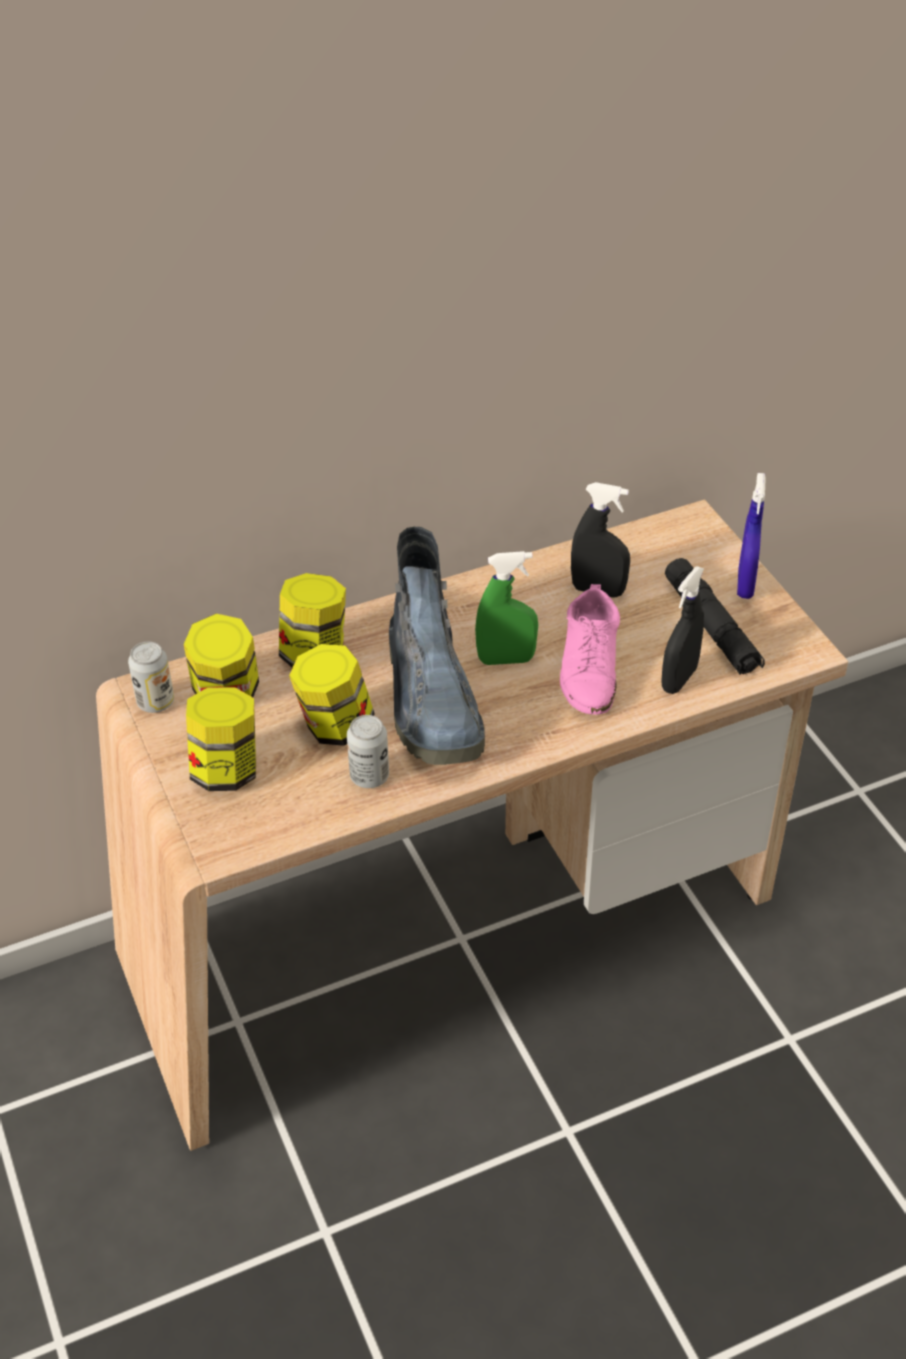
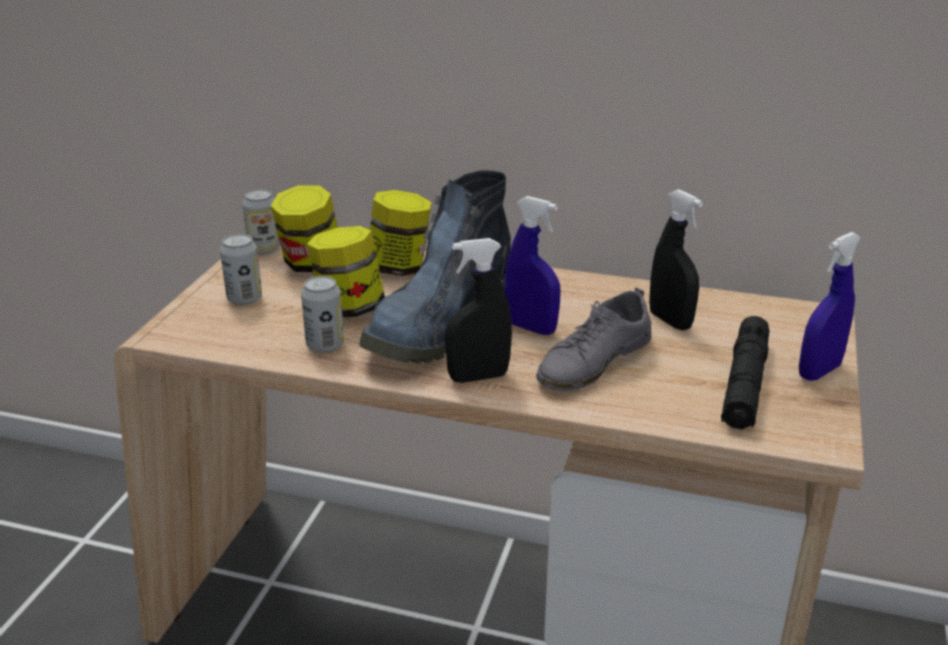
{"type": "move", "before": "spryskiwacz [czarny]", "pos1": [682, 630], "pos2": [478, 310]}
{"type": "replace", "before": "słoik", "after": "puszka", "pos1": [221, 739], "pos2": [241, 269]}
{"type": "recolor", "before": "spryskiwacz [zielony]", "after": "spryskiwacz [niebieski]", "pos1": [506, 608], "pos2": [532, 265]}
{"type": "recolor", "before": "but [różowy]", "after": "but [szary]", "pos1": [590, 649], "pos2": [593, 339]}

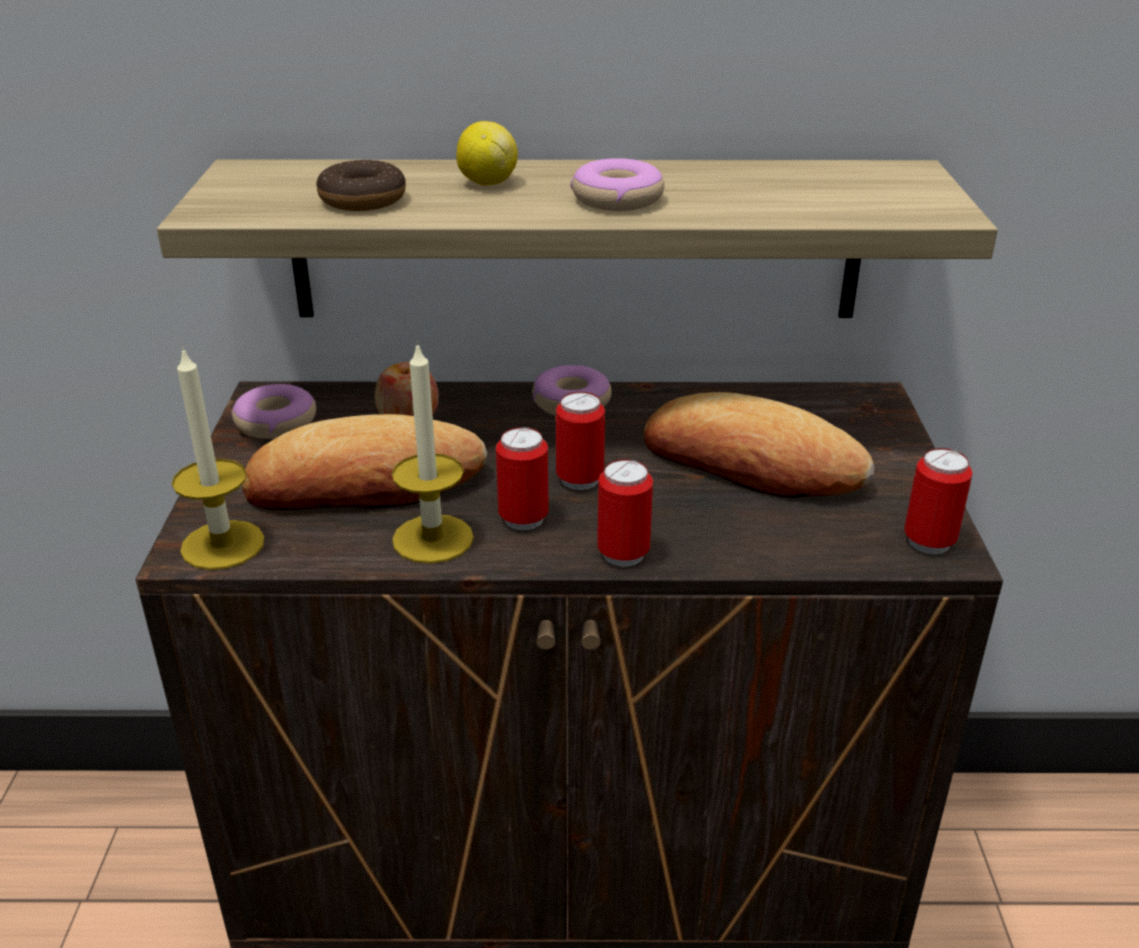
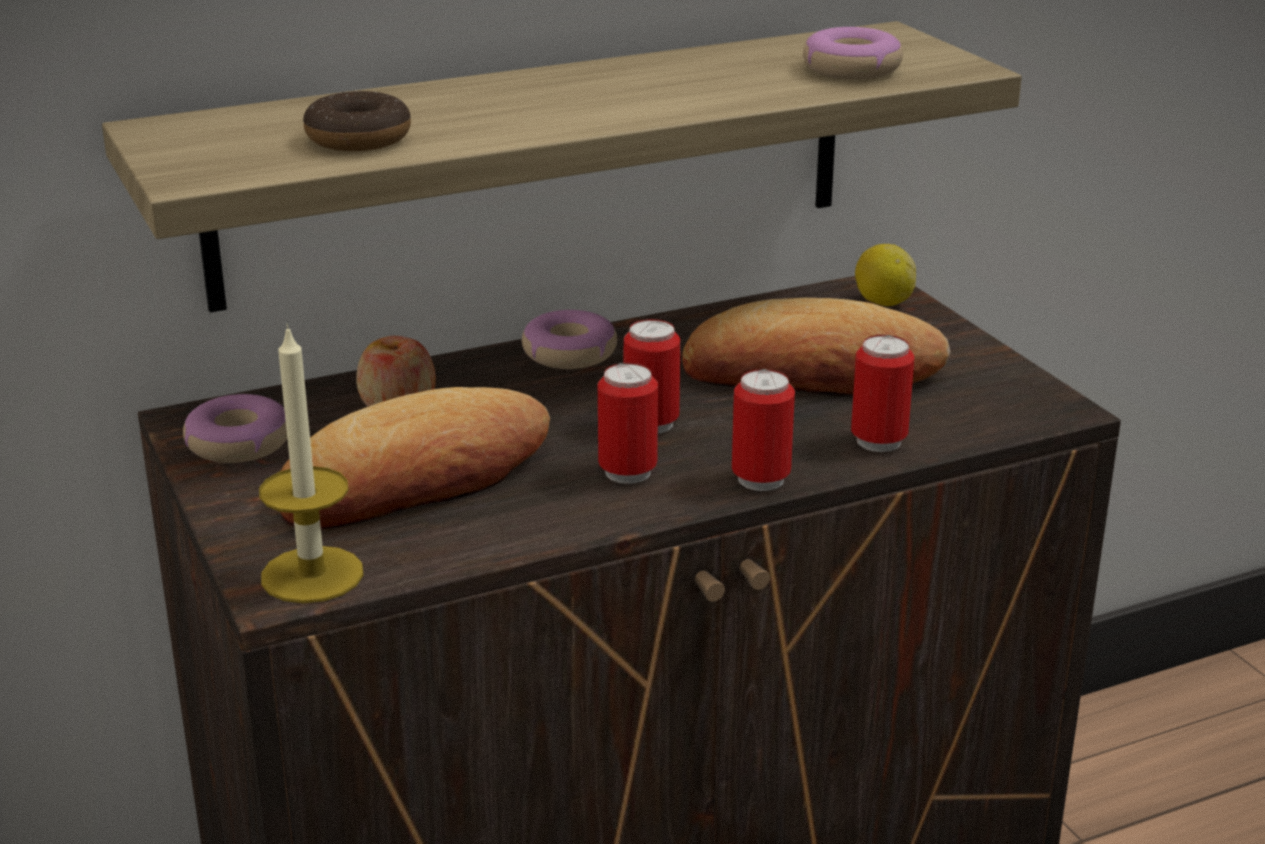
{"type": "delete", "before": "świeca", "pos1": [433, 452]}
{"type": "move", "before": "cytryna", "pos1": [487, 153], "pos2": [885, 275]}
{"type": "move", "before": "donut", "pos1": [617, 184], "pos2": [853, 53]}
{"type": "move", "before": "puszka", "pos1": [938, 501], "pos2": [883, 393]}

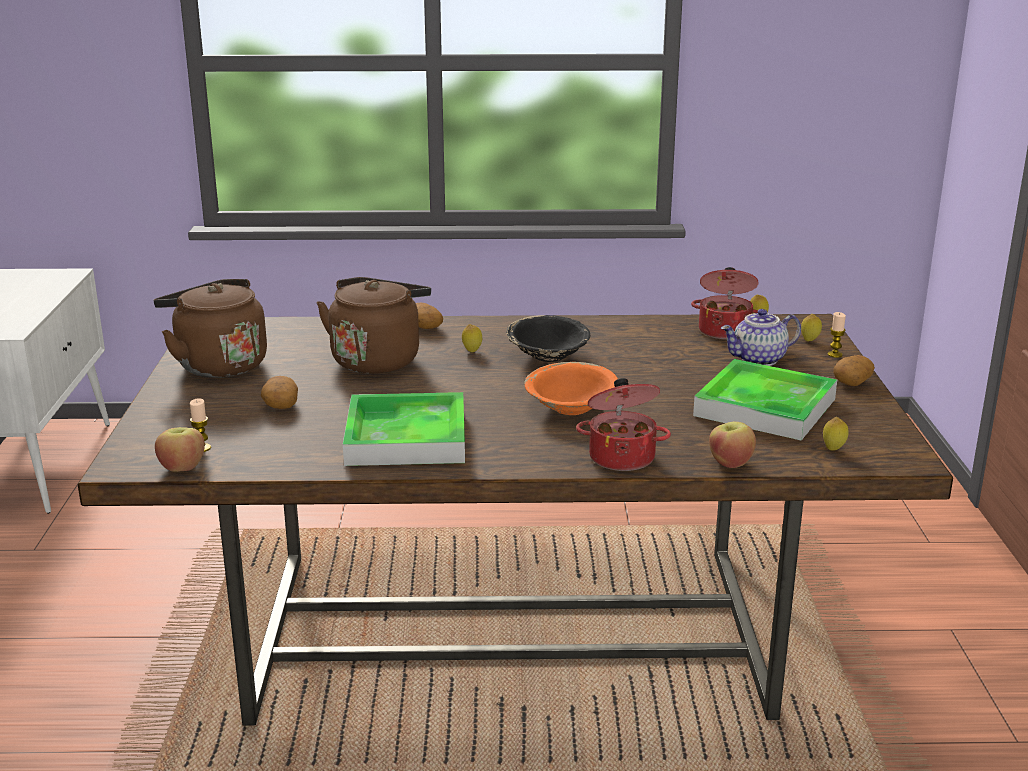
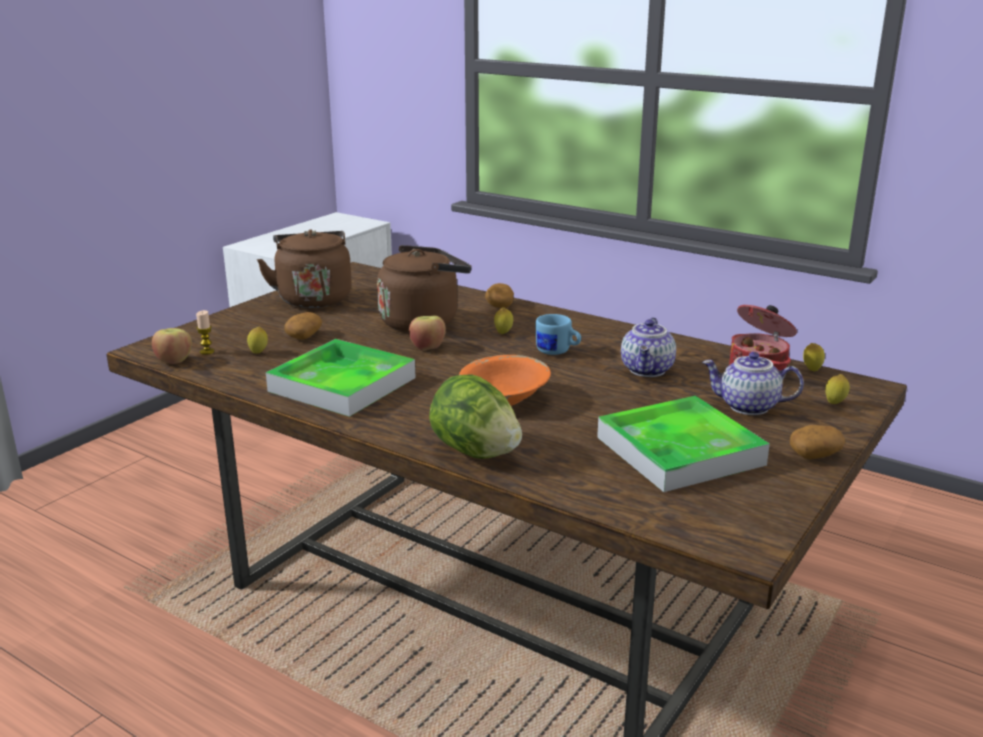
{"type": "delete", "before": "świeca", "pos1": [837, 335]}
{"type": "insert", "after": "imbryk", "pos2": [648, 347]}
{"type": "move", "before": "jabłko", "pos1": [732, 445], "pos2": [427, 333]}
{"type": "move", "before": "cytryna", "pos1": [836, 434], "pos2": [257, 340]}
{"type": "replace", "before": "miska [czarny]", "after": "kubek [niebieski]", "pos1": [548, 338], "pos2": [558, 334]}
{"type": "replace", "before": "garnek", "after": "sałata", "pos1": [623, 424], "pos2": [475, 417]}

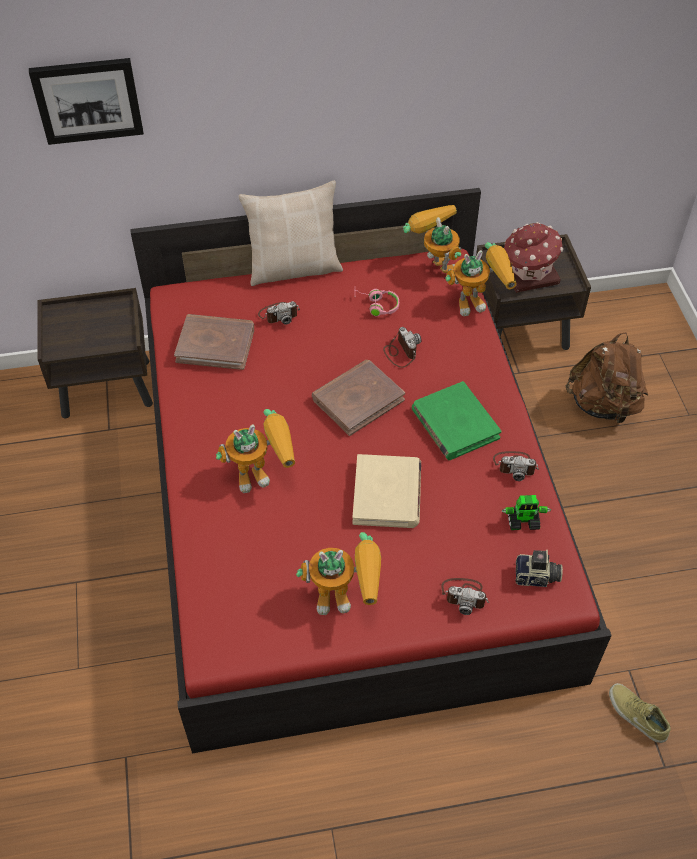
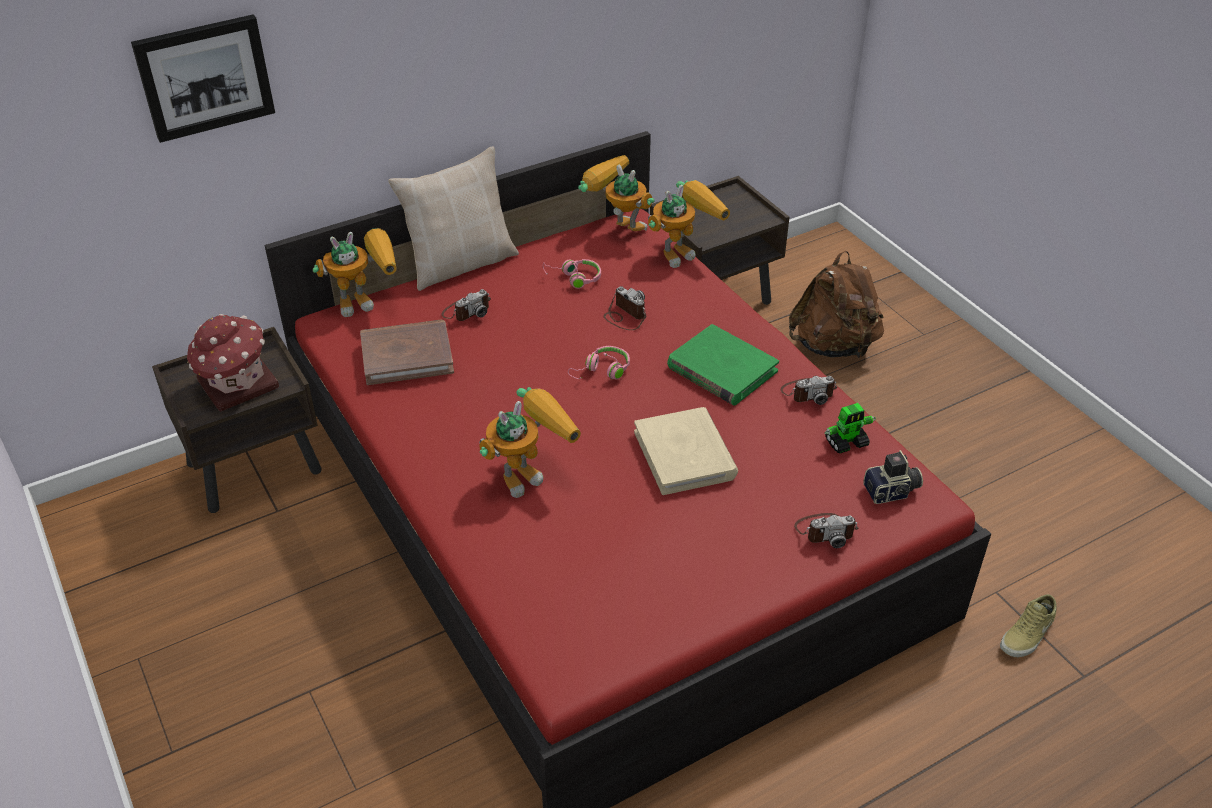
{"type": "move", "before": "robot zabawkowy", "pos1": [338, 573], "pos2": [355, 272]}
{"type": "move", "before": "domek", "pos1": [533, 257], "pos2": [233, 363]}
{"type": "replace", "before": "książka [brązowy]", "after": "słuchawki [różowy]", "pos1": [358, 398], "pos2": [599, 363]}
{"type": "rotate", "before": "but [beżowy]", "pos1": [640, 713], "pos2": [1028, 625], "turn": -75}

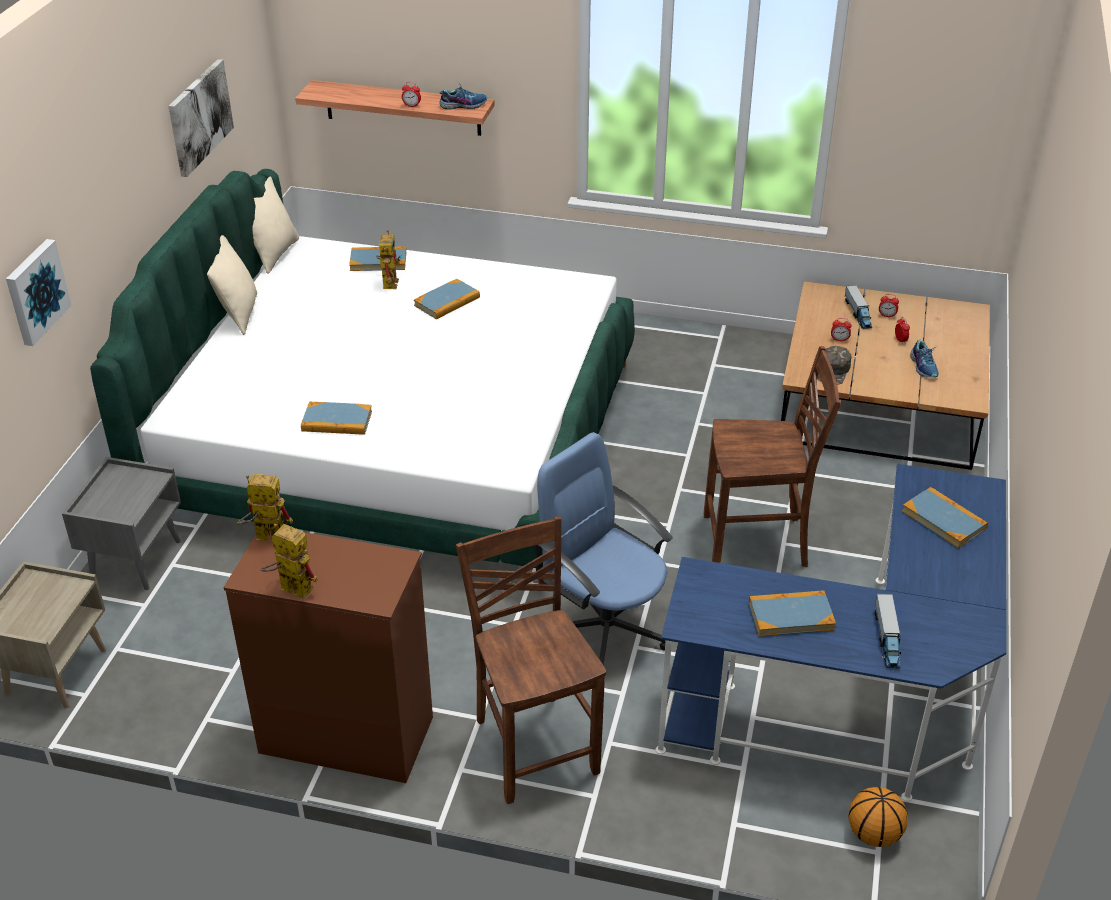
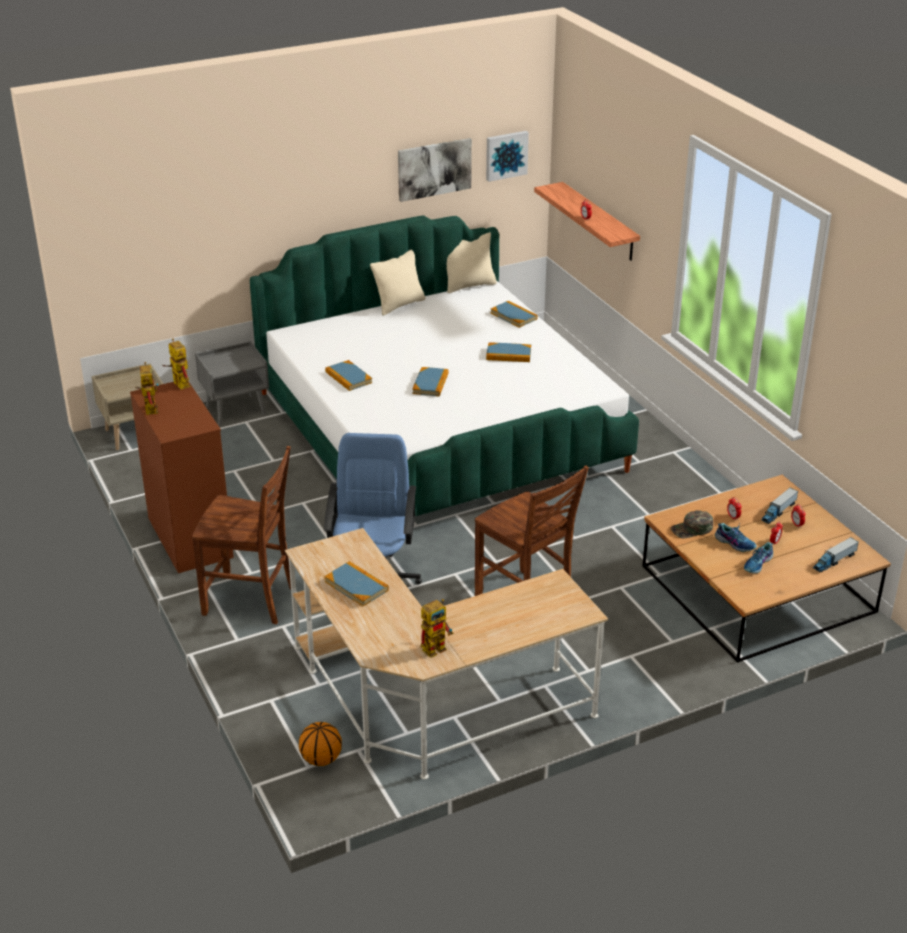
{"type": "move", "before": "obraz", "pos1": [38, 292], "pos2": [507, 156]}
{"type": "move", "before": "robot zabawkowy", "pos1": [388, 259], "pos2": [437, 628]}
{"type": "move", "before": "but", "pos1": [463, 96], "pos2": [736, 537]}
{"type": "move", "before": "ciężarówka zabawkowa", "pos1": [888, 631], "pos2": [836, 554]}
{"type": "move", "before": "książka", "pos1": [945, 517], "pos2": [430, 382]}
{"type": "recolor", "before": "biurko [niebieski]", "after": "biurko [beżowy]", "pos1": [831, 633], "pos2": [446, 653]}
{"type": "rotate", "before": "krzesło [brązowy]", "pos1": [531, 660], "pos2": [241, 535], "turn": 75}

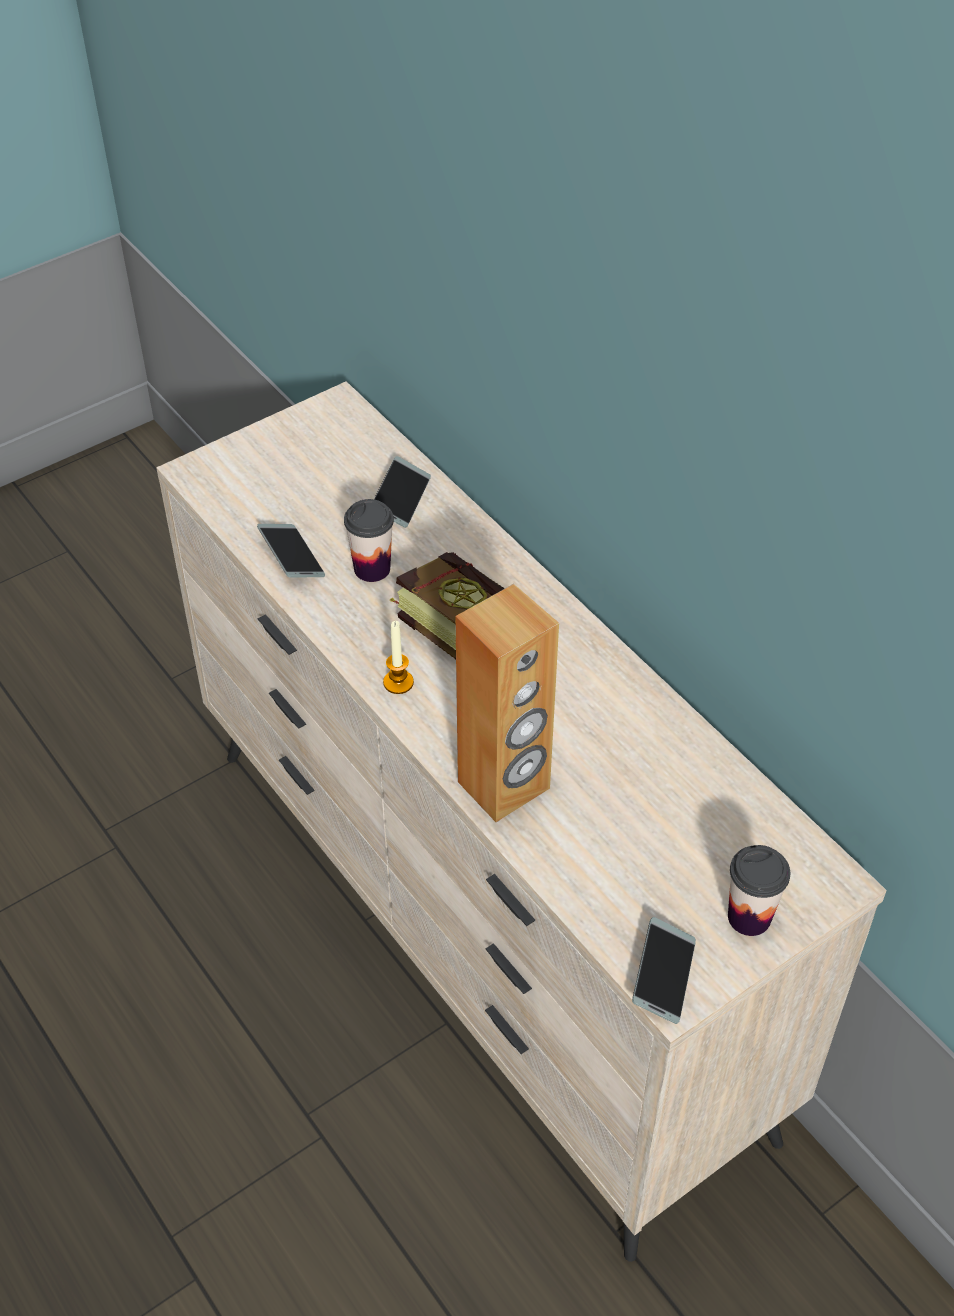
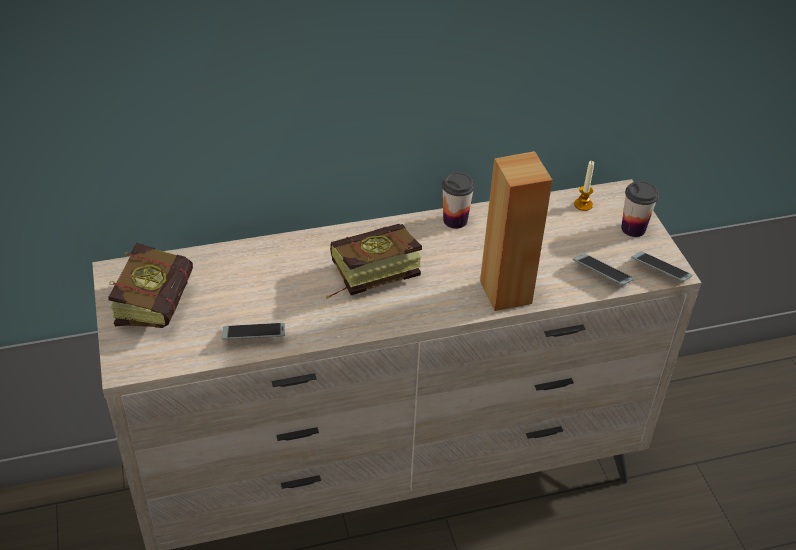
{"type": "insert", "after": "książka", "pos2": [150, 285]}
{"type": "move", "before": "filiżanka", "pos1": [369, 540], "pos2": [458, 200]}
{"type": "move", "before": "telefon", "pos1": [402, 492], "pos2": [603, 269]}
{"type": "move", "before": "świeca", "pos1": [398, 657], "pos2": [584, 186]}

